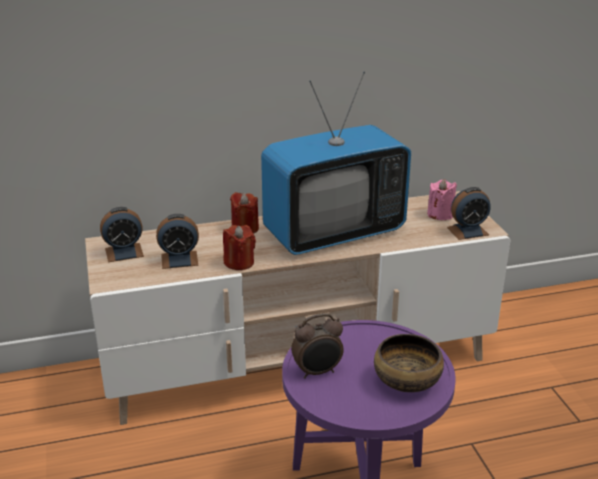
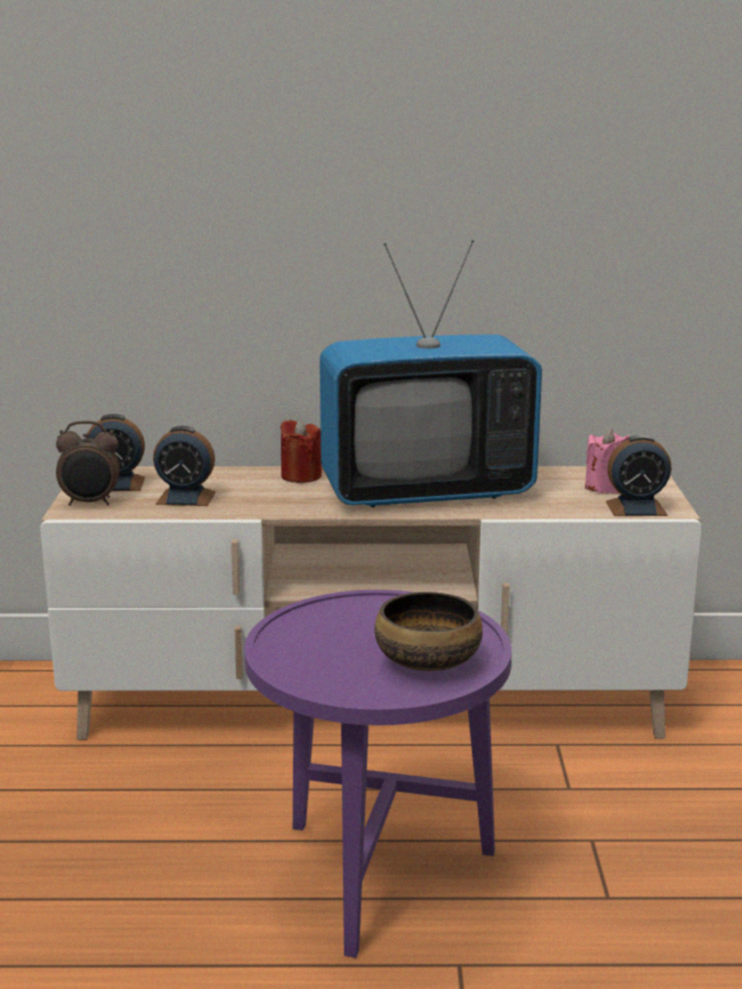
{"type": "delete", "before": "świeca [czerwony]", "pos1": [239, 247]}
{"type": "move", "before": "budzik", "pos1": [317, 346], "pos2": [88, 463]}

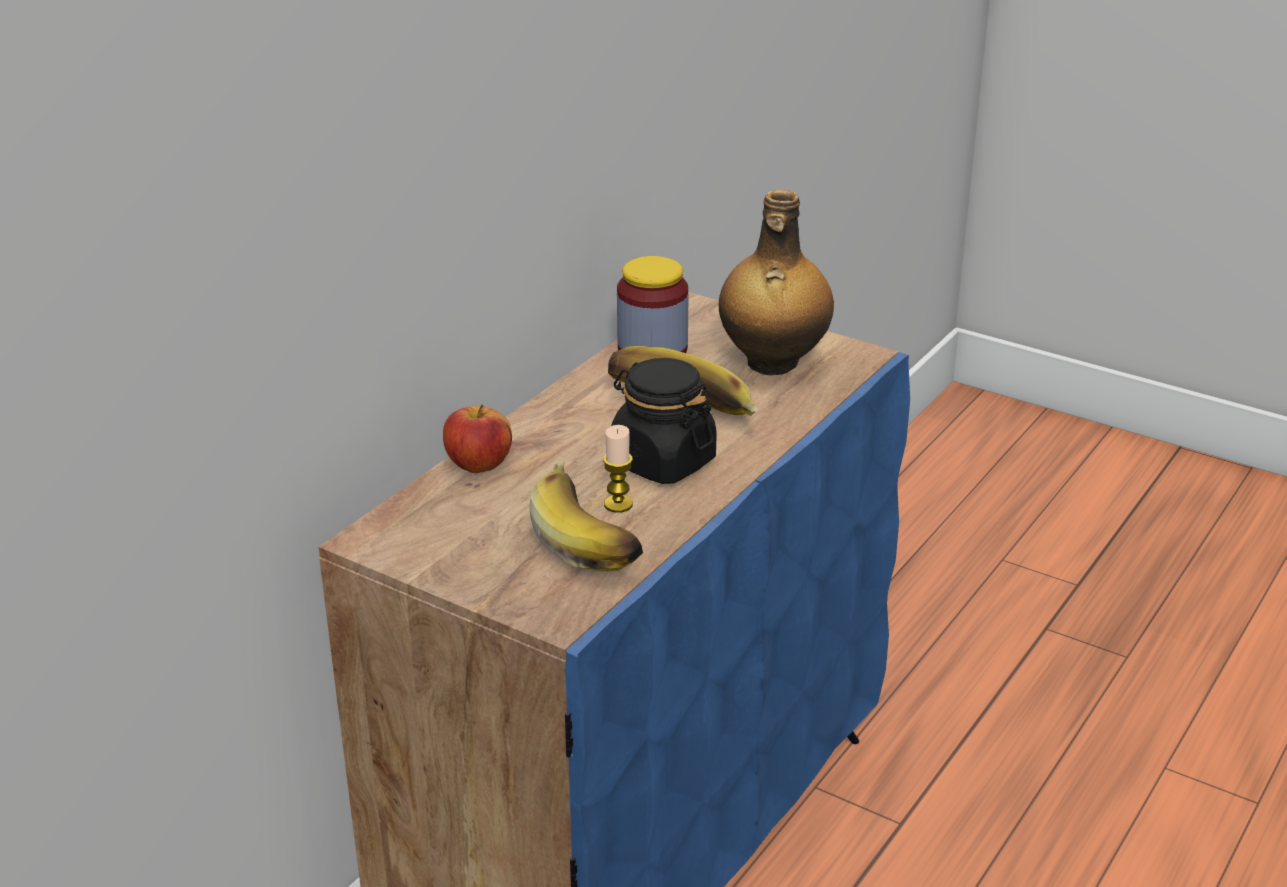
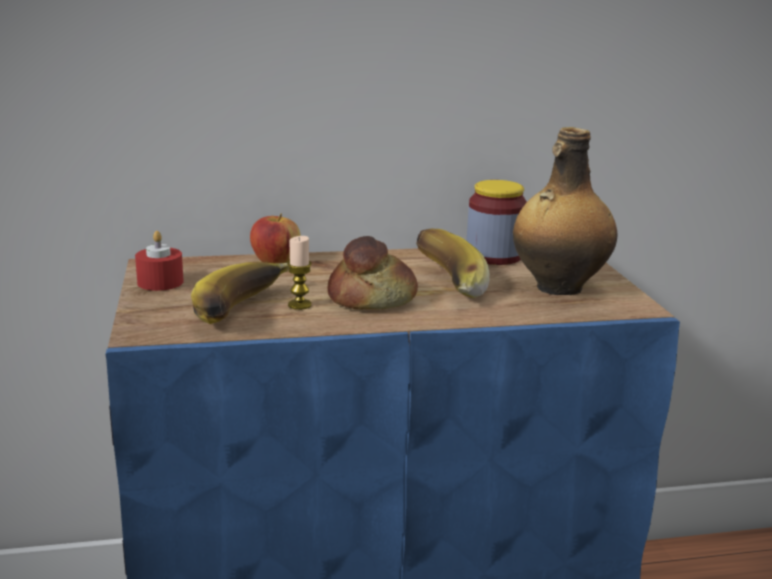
{"type": "insert", "after": "świeca [czerwony]", "pos2": [159, 261]}
{"type": "replace", "before": "słoik [czarny]", "after": "chleb", "pos1": [664, 421], "pos2": [372, 273]}

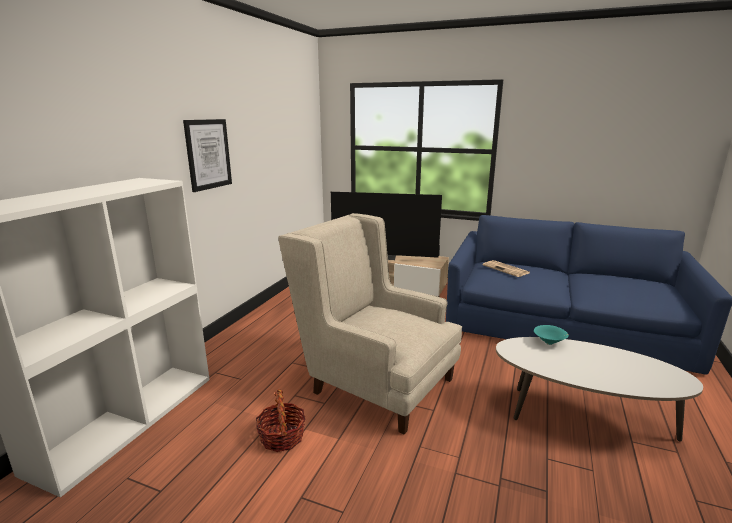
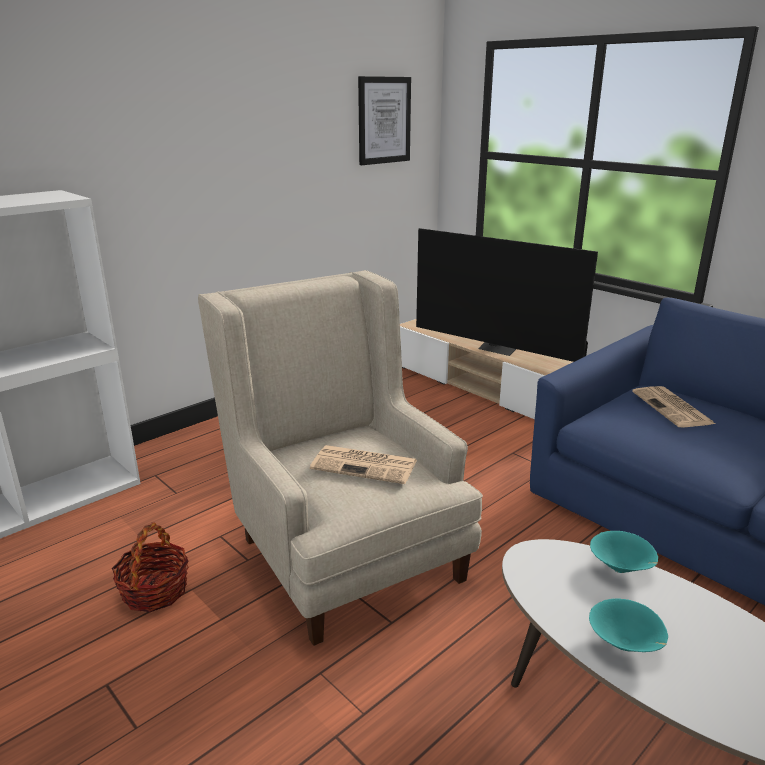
{"type": "insert", "after": "gazeta", "pos2": [363, 464]}
{"type": "insert", "after": "miska [turkusowy]", "pos2": [628, 625]}
{"type": "move", "before": "obraz", "pos1": [207, 155], "pos2": [384, 120]}

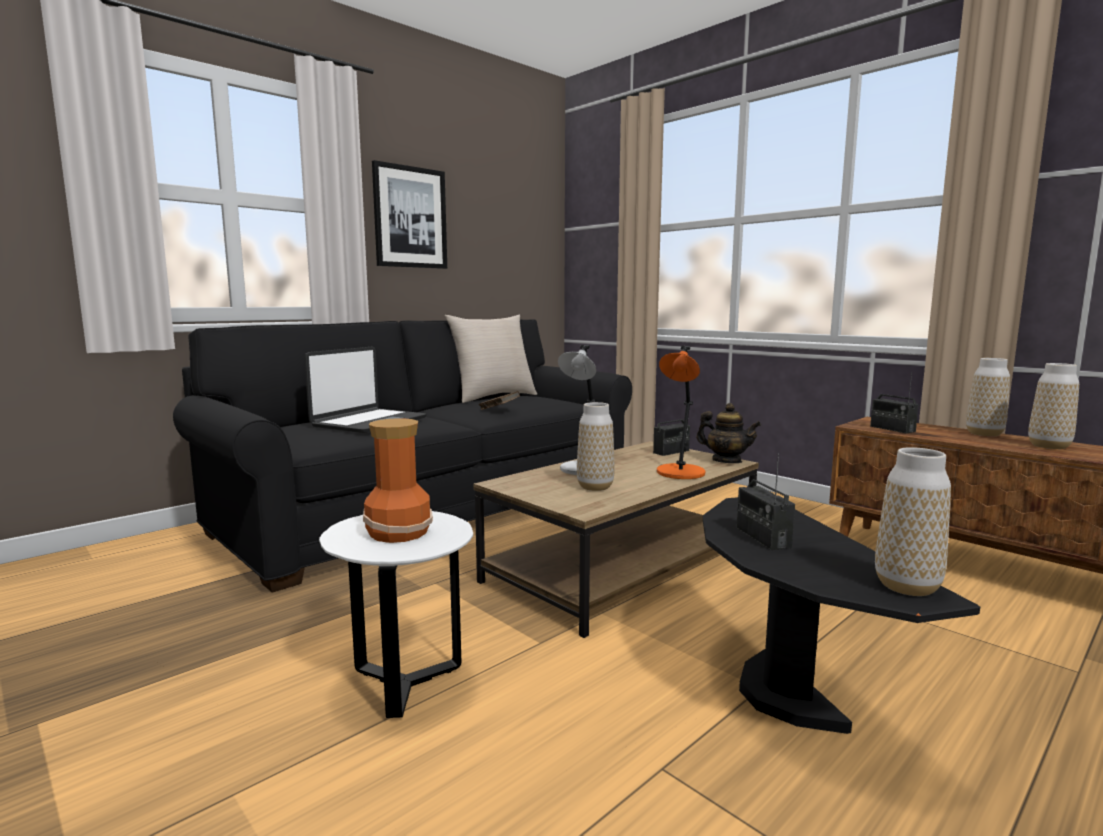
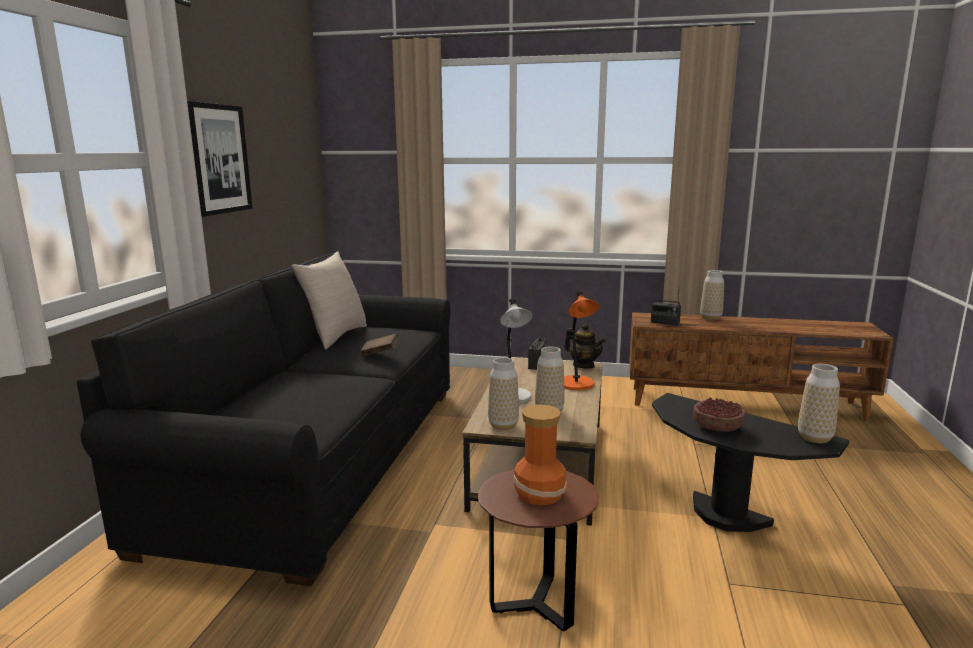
{"type": "delete", "before": "laptop", "pos1": [365, 390]}
{"type": "move", "before": "wazon", "pos1": [1053, 406], "pos2": [503, 393]}
{"type": "replace", "before": "radio", "after": "miska", "pos1": [766, 501], "pos2": [719, 414]}
{"type": "recolor", "before": "stolik [biały]", "after": "stolik [brązowy]", "pos1": [396, 614], "pos2": [538, 550]}
{"type": "rotate", "before": "imbryk", "pos1": [728, 433], "pos2": [584, 345], "turn": 45}

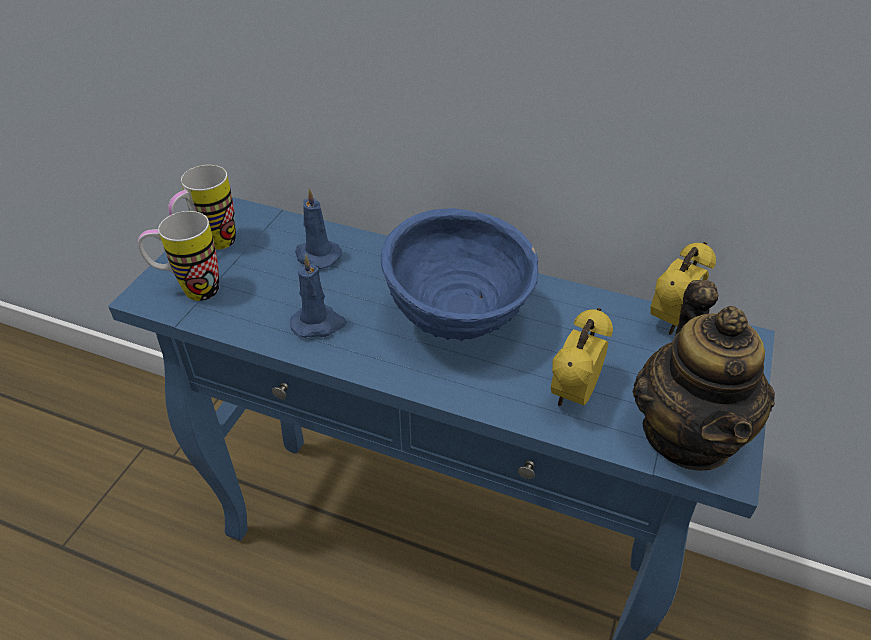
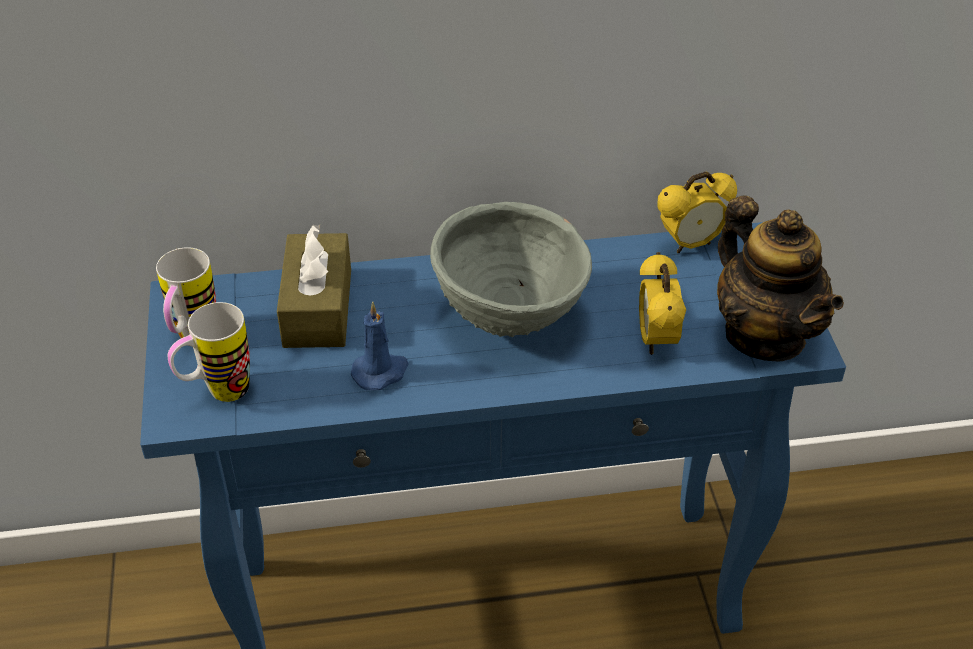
{"type": "replace", "before": "świeca [niebieski]", "after": "pudełko chusteczek [brązowy]", "pos1": [318, 228], "pos2": [314, 286]}
{"type": "recolor", "before": "miska [niebieski]", "after": "miska [szary]", "pos1": [459, 274], "pos2": [511, 269]}
{"type": "rotate", "before": "budzik", "pos1": [683, 288], "pos2": [697, 212], "turn": 60}

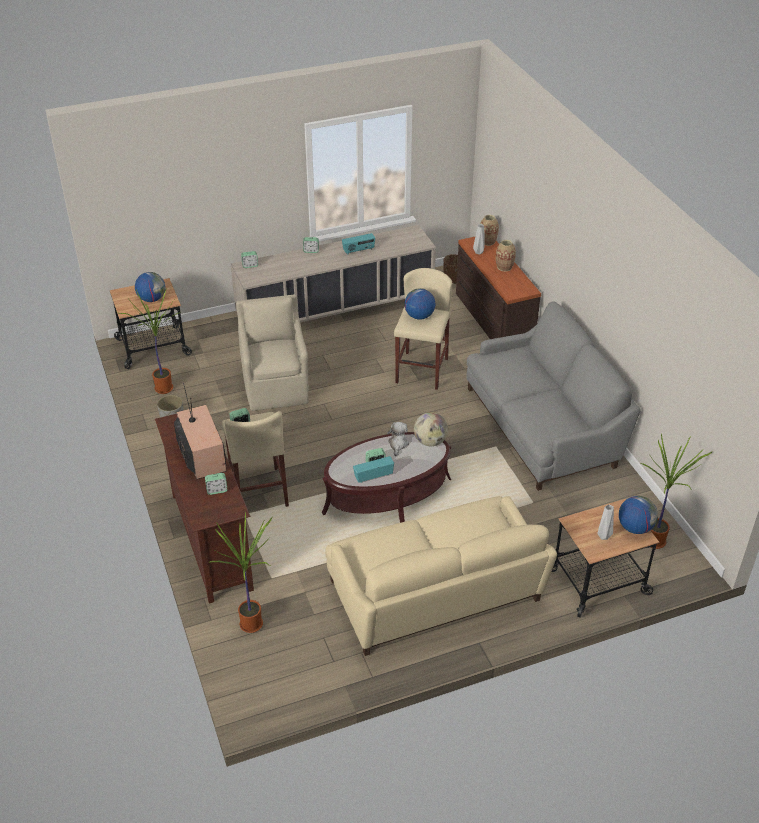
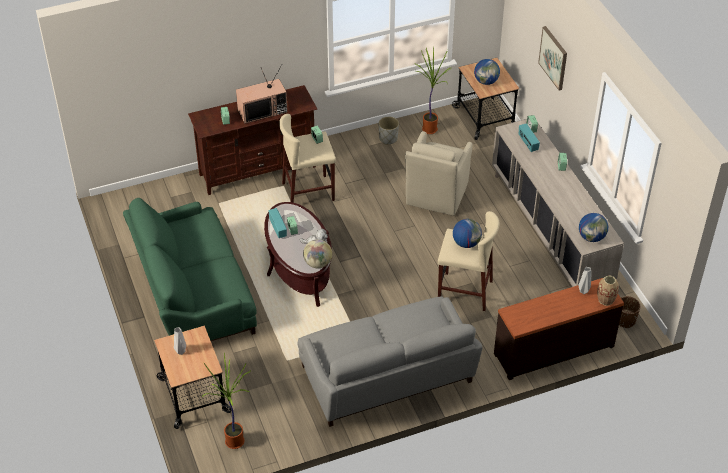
{"type": "delete", "before": "roślina doniczkowa", "pos1": [241, 572]}
{"type": "delete", "before": "wazon", "pos1": [506, 256]}
{"type": "insert", "after": "obraz", "pos2": [552, 58]}
{"type": "move", "before": "radio", "pos1": [358, 244], "pos2": [529, 138]}
{"type": "move", "before": "globus", "pos1": [638, 515], "pos2": [593, 227]}
{"type": "recolor", "before": "kanapa [beżowy]", "after": "kanapa [zielony]", "pos1": [441, 576], "pos2": [190, 269]}
{"type": "rotate", "before": "fotel [beżowy]", "pos1": [272, 352], "pos2": [439, 173], "turn": 120}

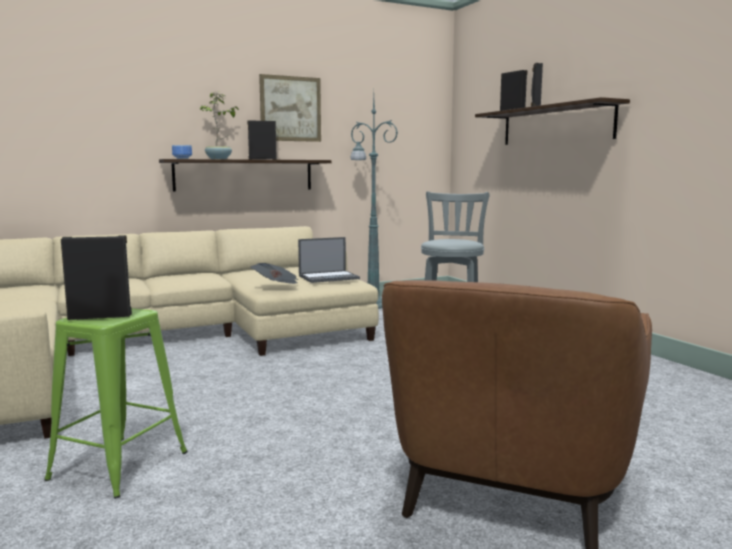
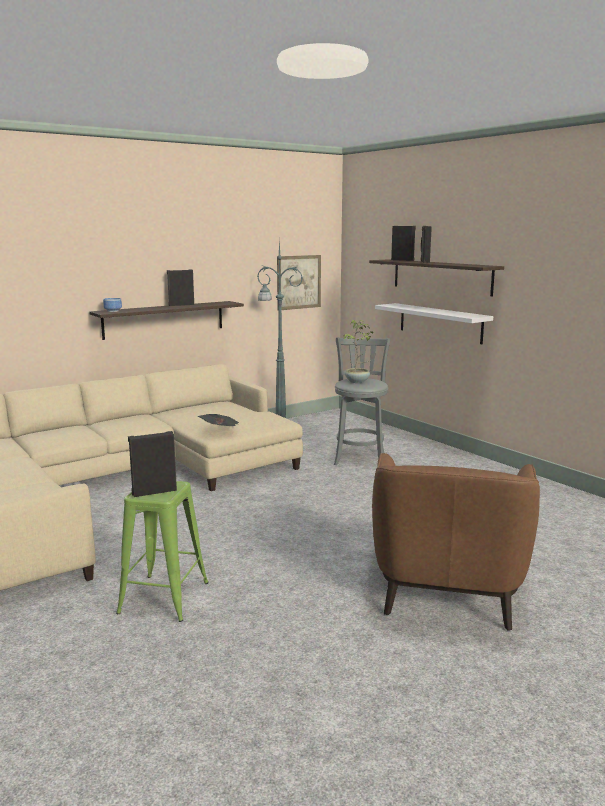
{"type": "delete", "before": "laptop", "pos1": [329, 260]}
{"type": "insert", "after": "półka [biały]", "pos2": [434, 323]}
{"type": "move", "before": "roślina doniczkowa", "pos1": [219, 125], "pos2": [358, 351]}
{"type": "move", "before": "obraz", "pos1": [290, 108], "pos2": [299, 282]}

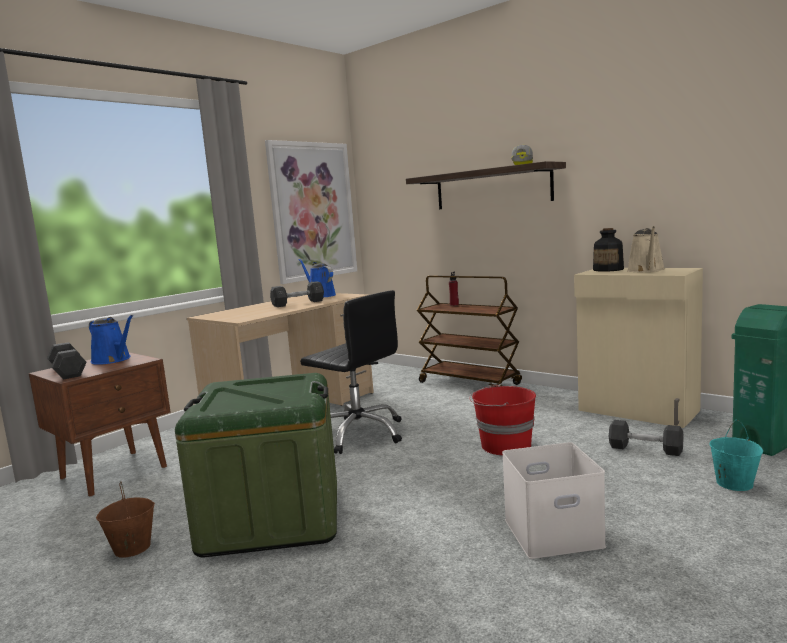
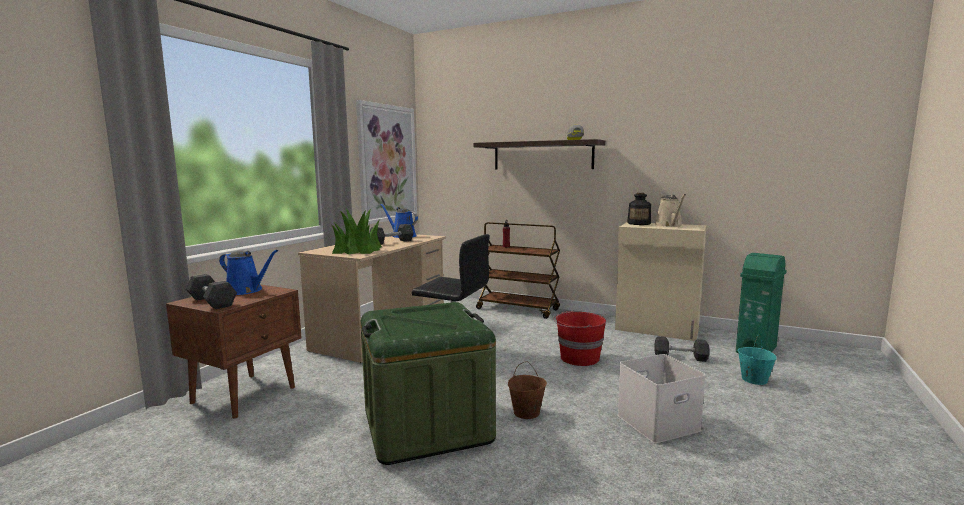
{"type": "insert", "after": "roślina doniczkowa", "pos2": [357, 230]}
{"type": "move", "before": "wiadro [brązowy]", "pos1": [125, 520], "pos2": [527, 390]}

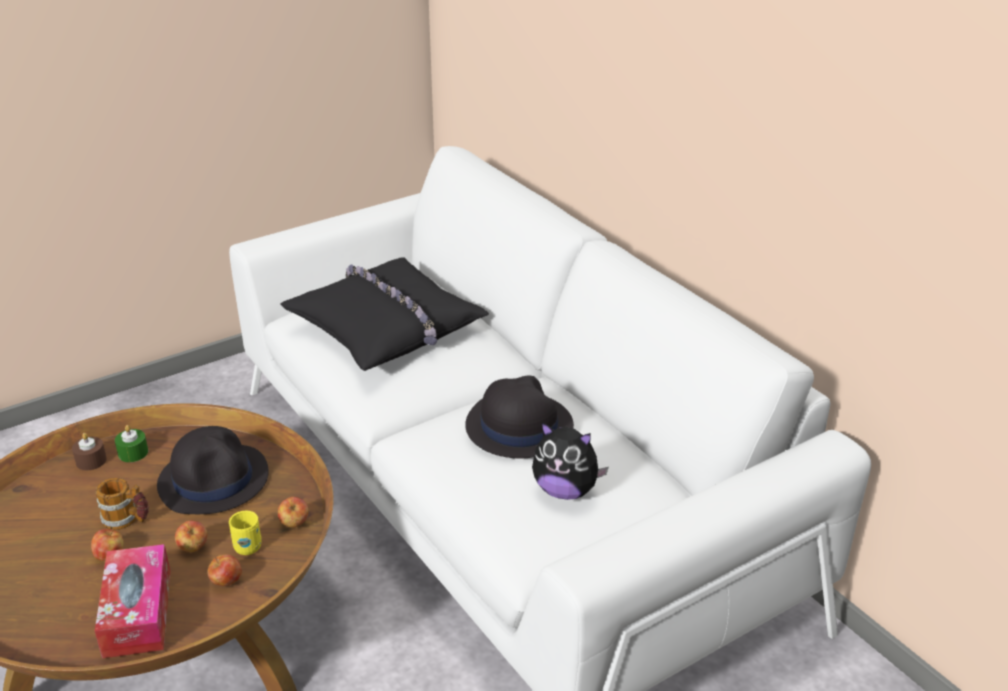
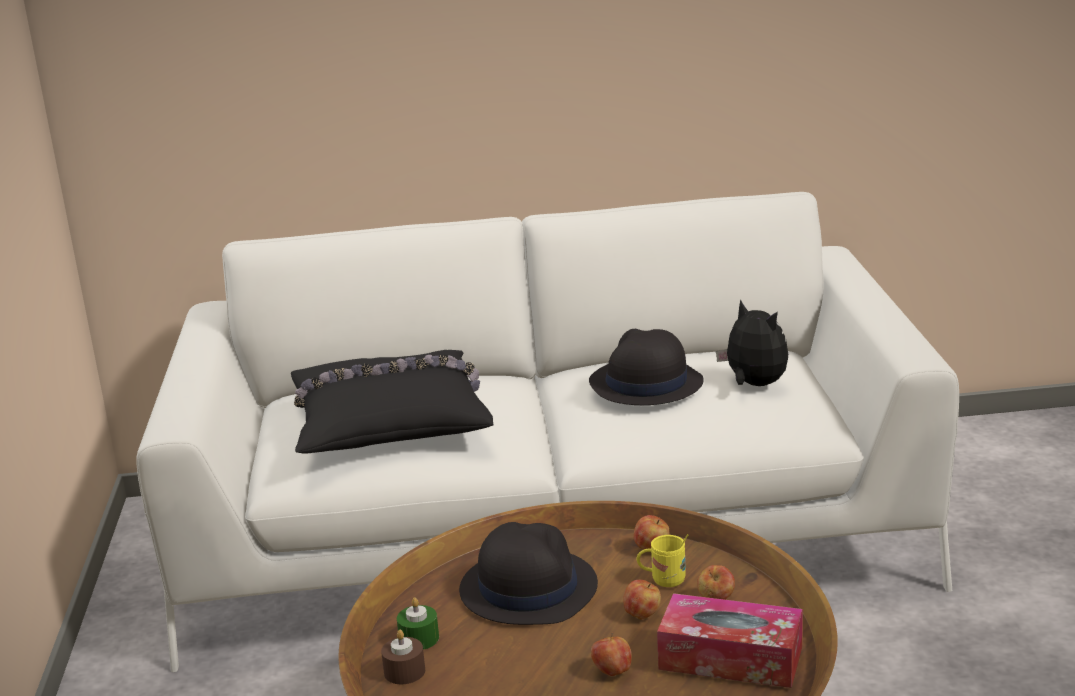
{"type": "delete", "before": "kubek", "pos1": [122, 504]}
{"type": "rotate", "before": "pluszak", "pos1": [570, 461], "pos2": [752, 342], "turn": -90}

